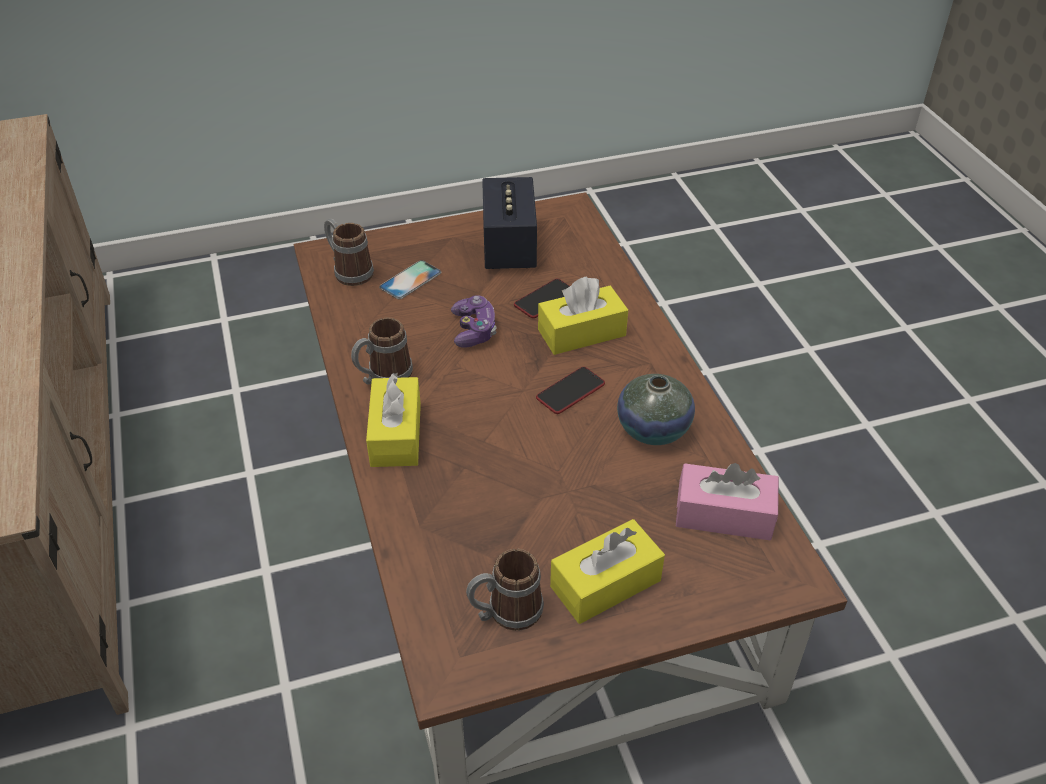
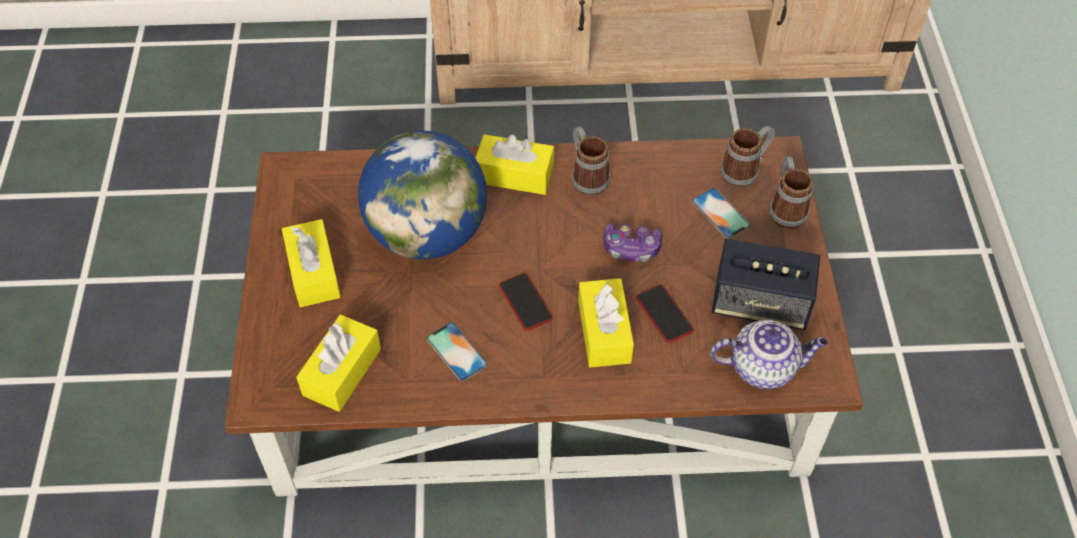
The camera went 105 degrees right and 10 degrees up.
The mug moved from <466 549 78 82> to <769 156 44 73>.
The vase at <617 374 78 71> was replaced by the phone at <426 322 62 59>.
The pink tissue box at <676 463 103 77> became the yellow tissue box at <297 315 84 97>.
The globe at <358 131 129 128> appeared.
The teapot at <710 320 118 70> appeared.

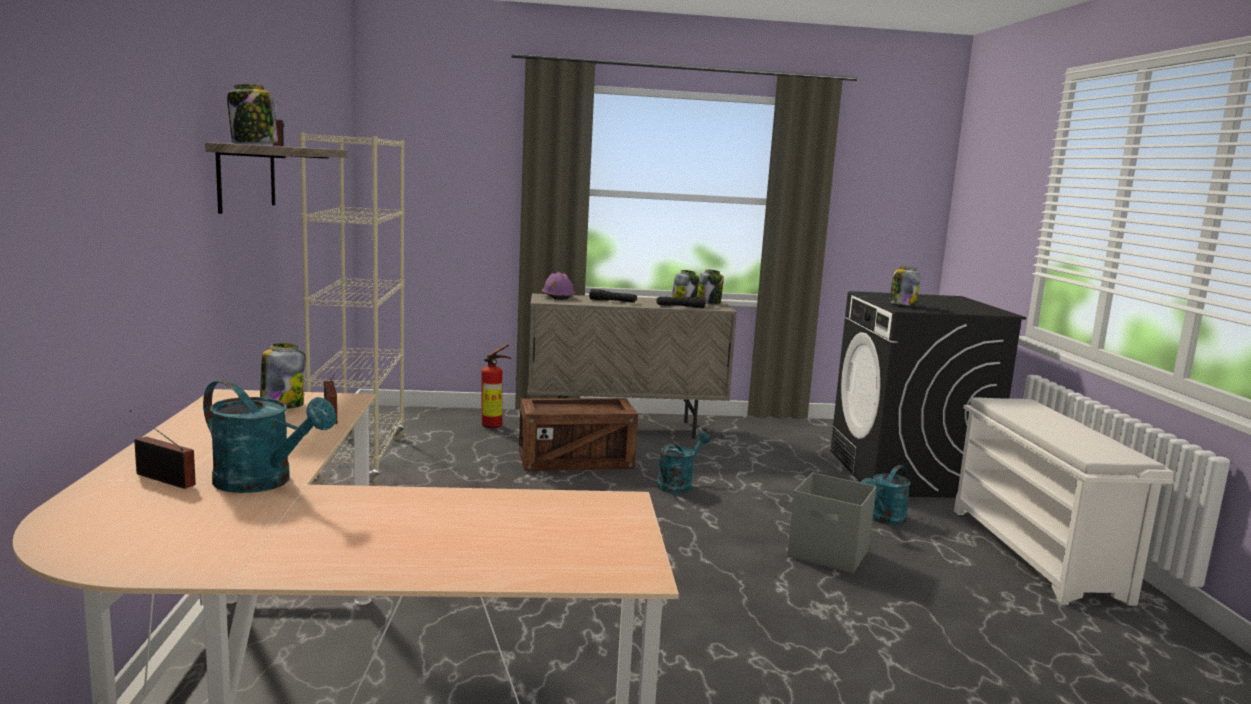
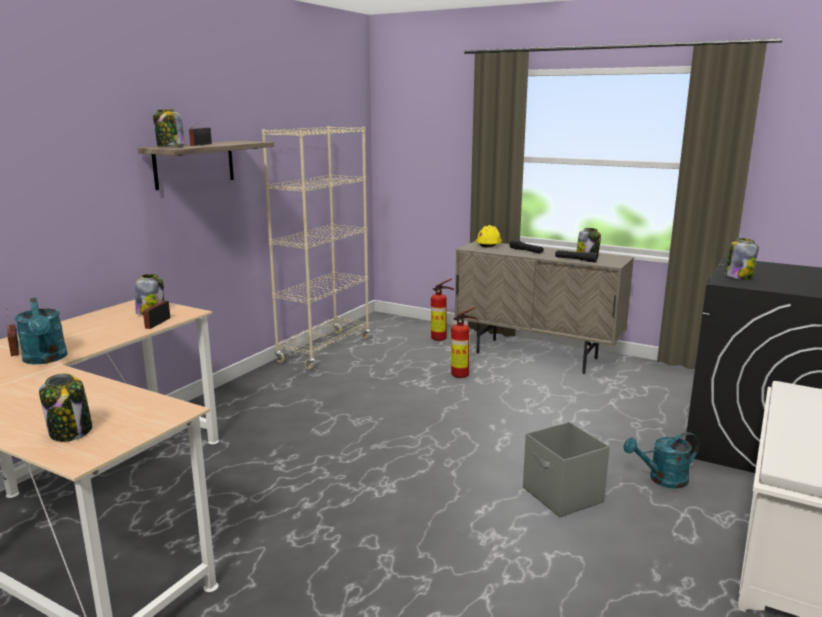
The camera went 35 degrees right and 5 degrees up.
The crate at <519 398 119 73> was replaced by the fire extinguisher at <451 307 27 71>.
The purple hard hat at <542 272 34 28> became the yellow hard hat at <476 225 26 23>.
The turquoise watering can at <657 431 53 62> disappeared.
The jar moved from <697 270 27 34> to <39 373 53 69>.

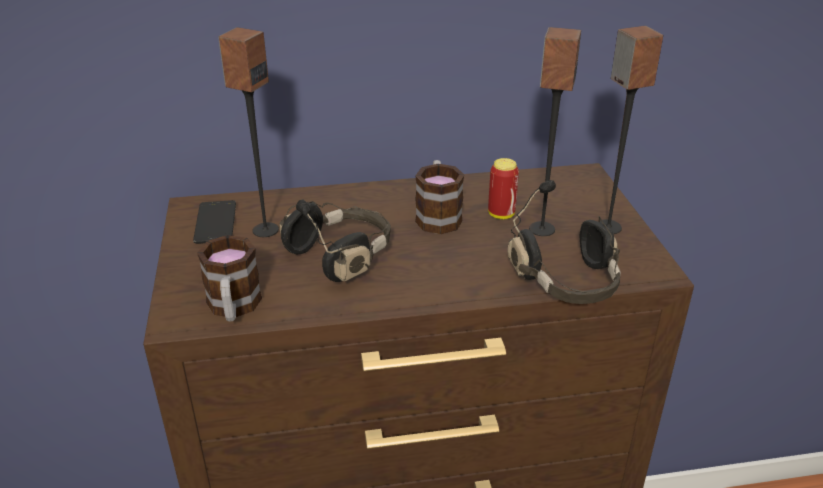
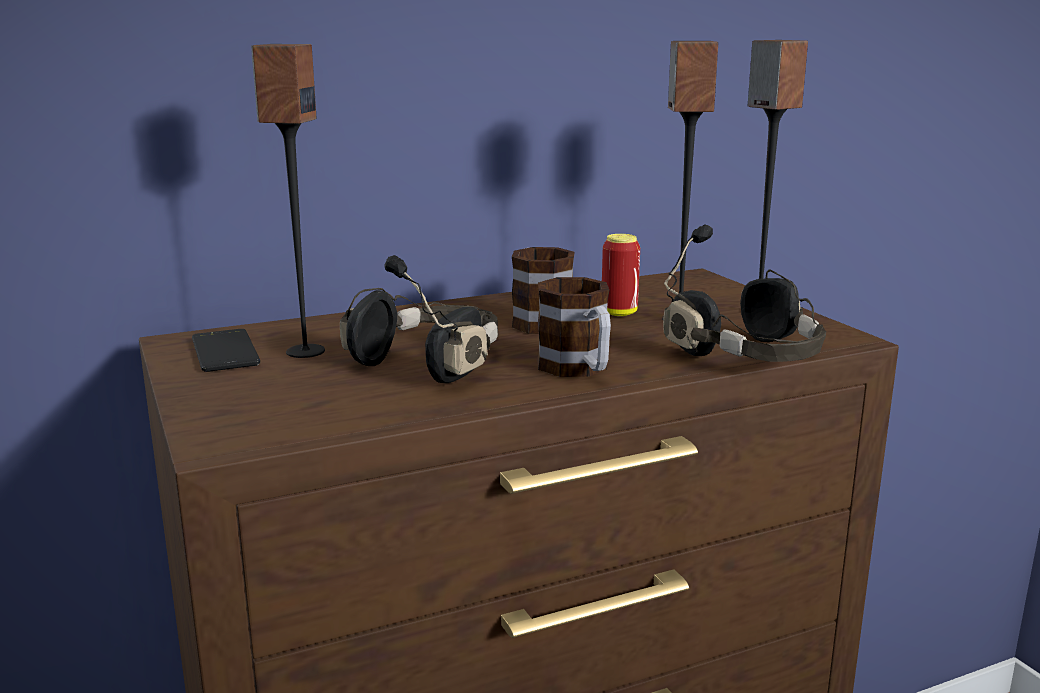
The camera went 15 degrees left and 15 degrees down.
The mug moved from <197 235 65 87> to <537 277 74 100>.

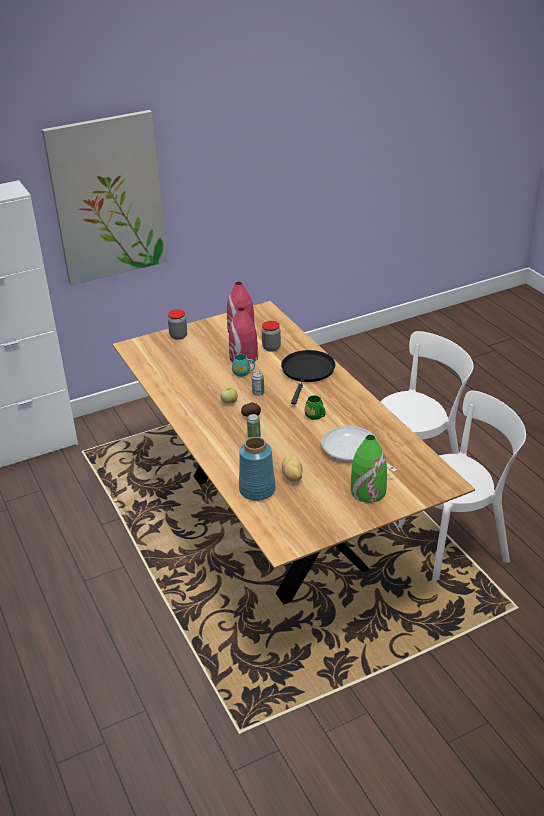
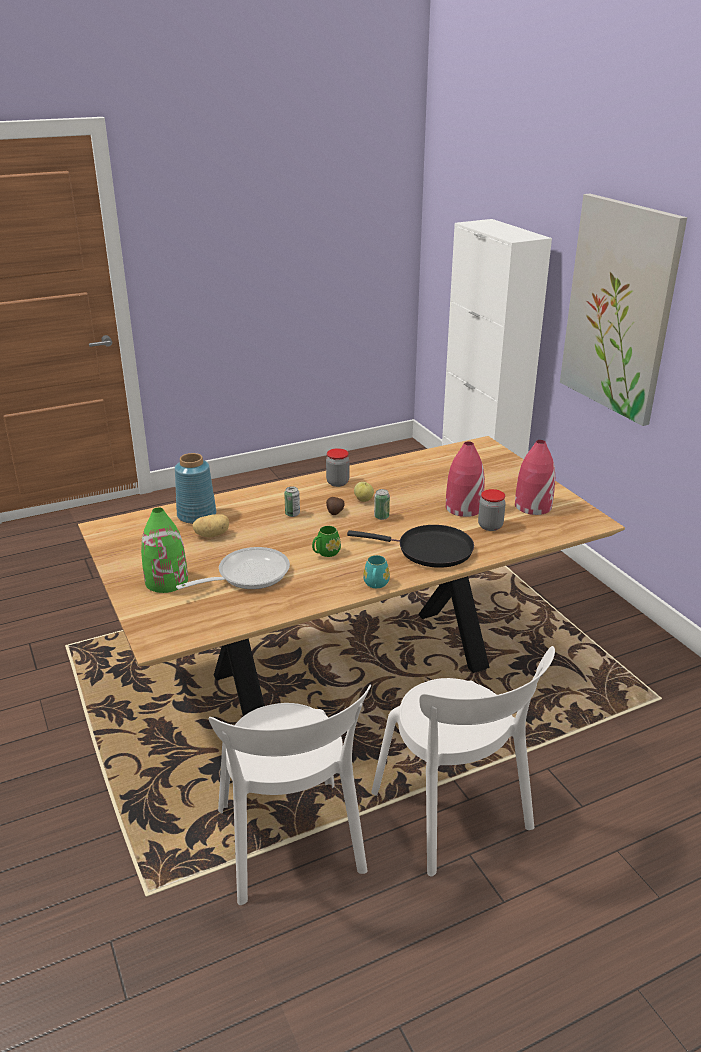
The camera went 90 degrees right and 5 degrees down.
The jar moved from <168 310 19 30> to <326 448 23 39>.
The turquoise mug moved from <232 354 23 23> to <363 555 27 33>.

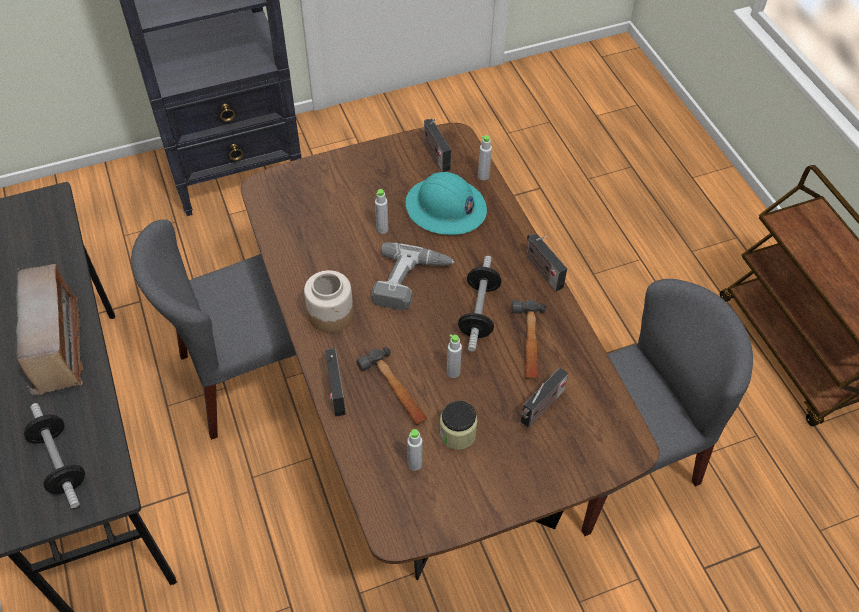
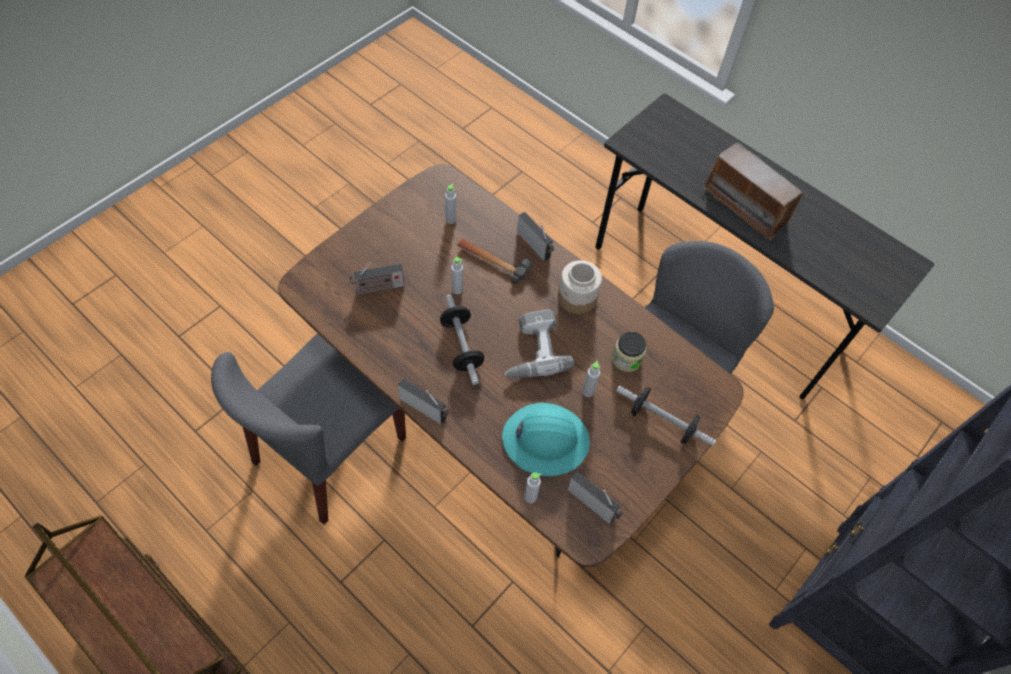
The camera went 150 degrees right and 5 degrees up.
The dumbbell moved from <24 403 61 105> to <616 385 100 61>.
The jar moved from <439 401 38 49> to <612 331 34 41>.
The hammer at <512 300 34 80> disappeared.
The radio at <521 368 47 60> turned 120 degrees counterclockwise.

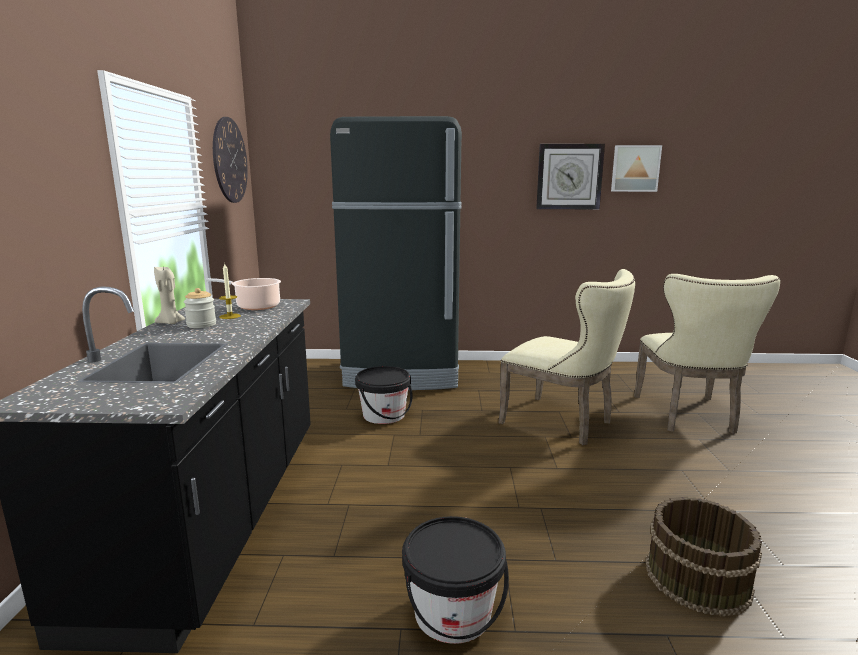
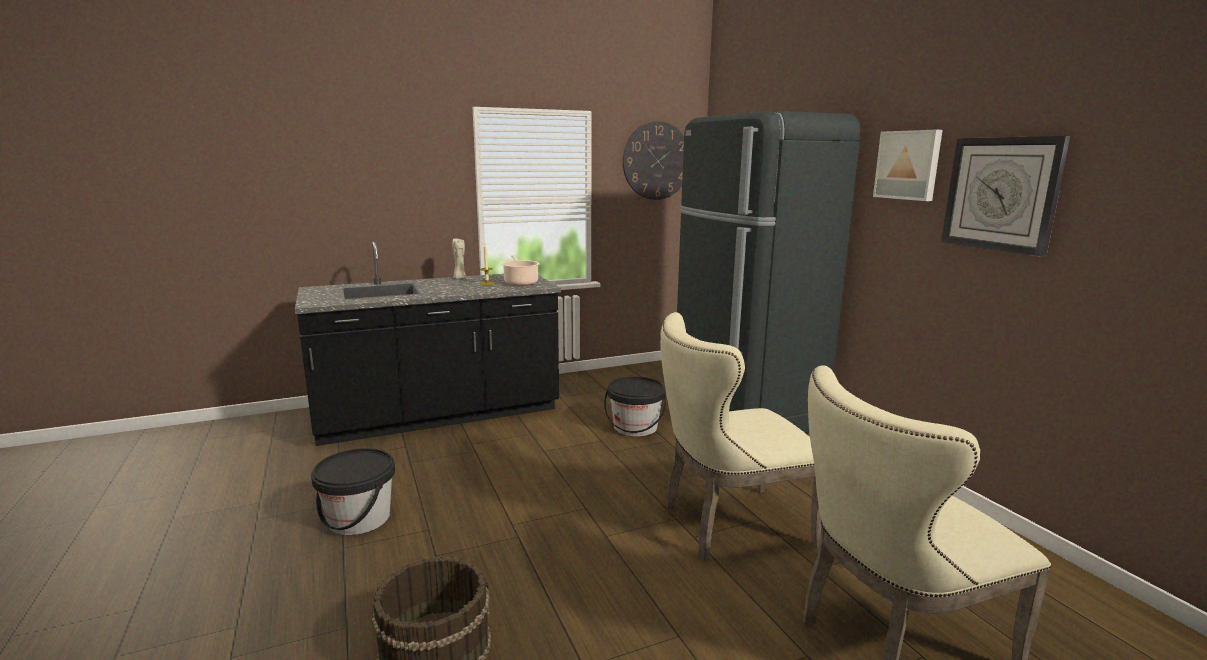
The camera went 65 degrees right and 0 degrees up.
The jar at <184 288 32 40> disappeared.
The beige chair at <498 269 137 176> turned 60 degrees clockwise.
The picture moved from <611 145 51 47> to <873 130 69 71>.

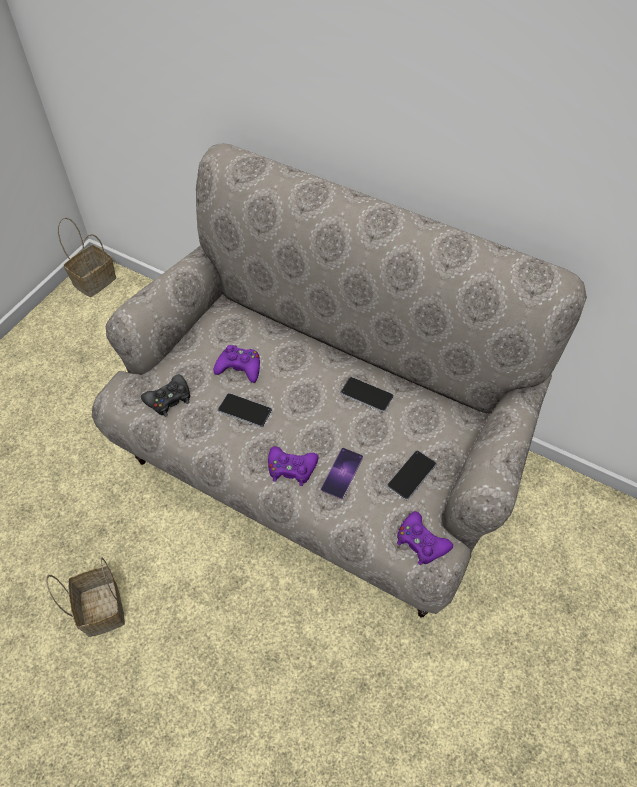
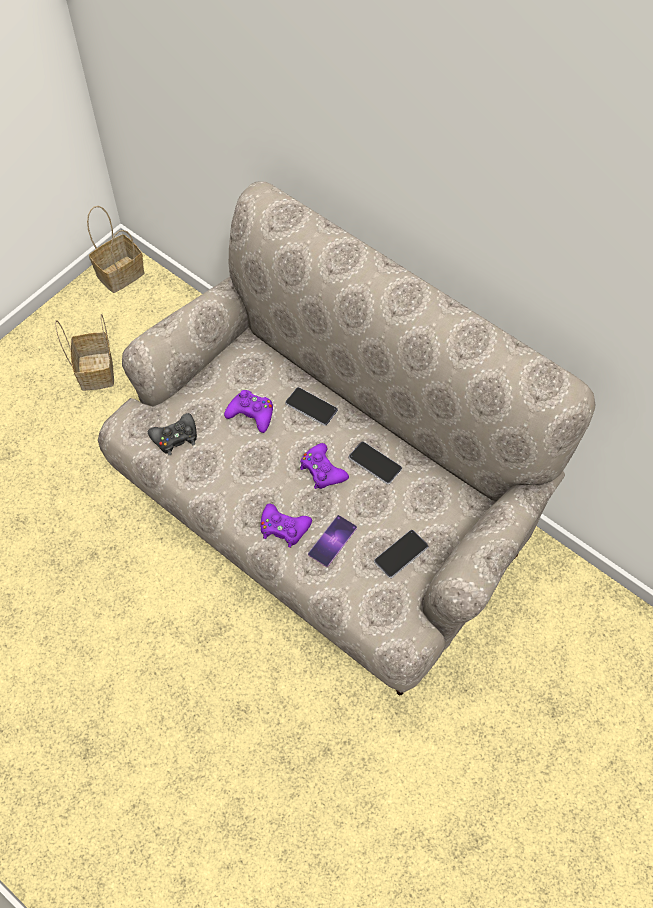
The camera went 10 degrees right and 5 degrees up.
The basket moved from <46 557 79 80> to <55 314 59 77>.
The phone moved from <218 393 54 34> to <285 387 53 39>.
The purple game controller moved from <397 511 56 54> to <300 443 49 46>.

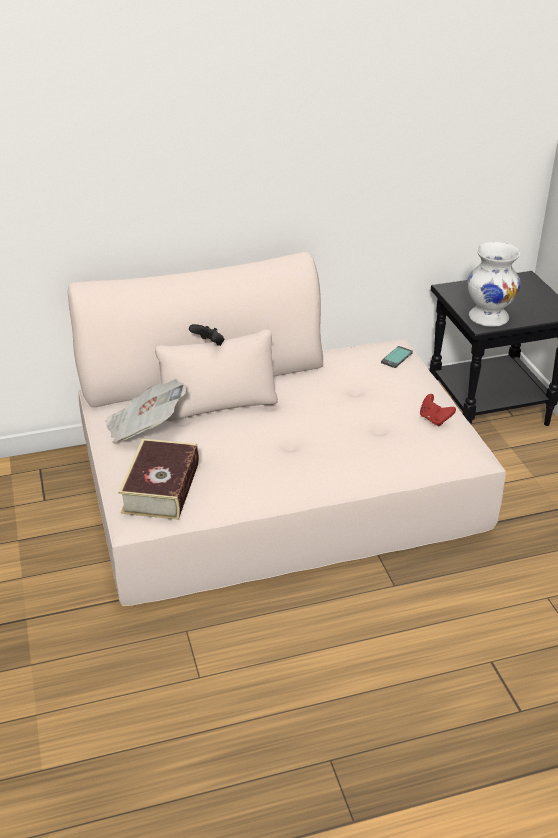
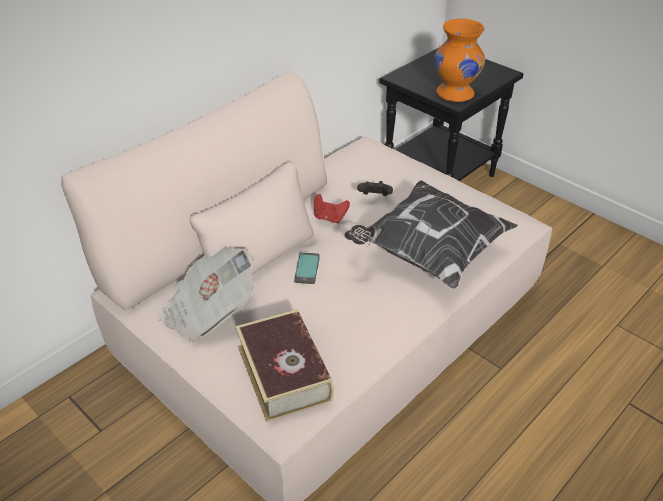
The camera went 30 degrees left and 5 degrees up.
The black game controller moved from <189 324 35 22> to <357 181 36 15>.
The phone moved from <381 346 32 22> to <294 252 26 32>.
The red game controller moved from <420 394 36 32> to <314 194 36 29>.
The white vase at <467 242 54 85> became the orange vase at <434 19 51 83>.
The pillow at <344 180 173 108> appeared.

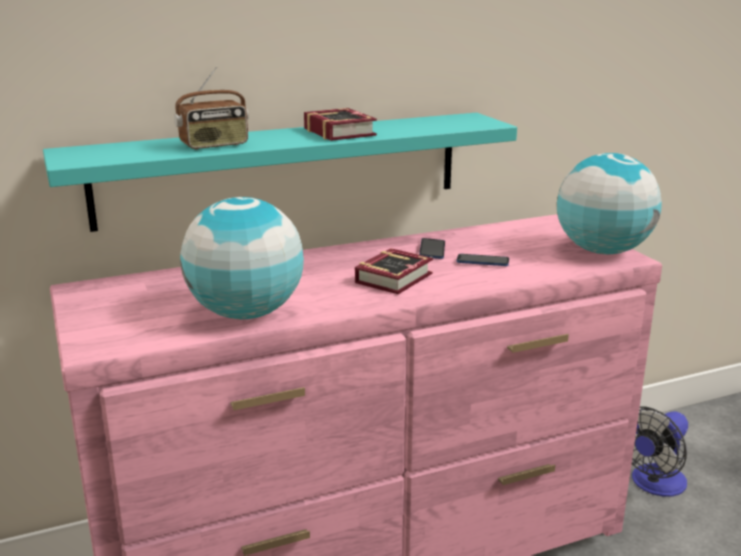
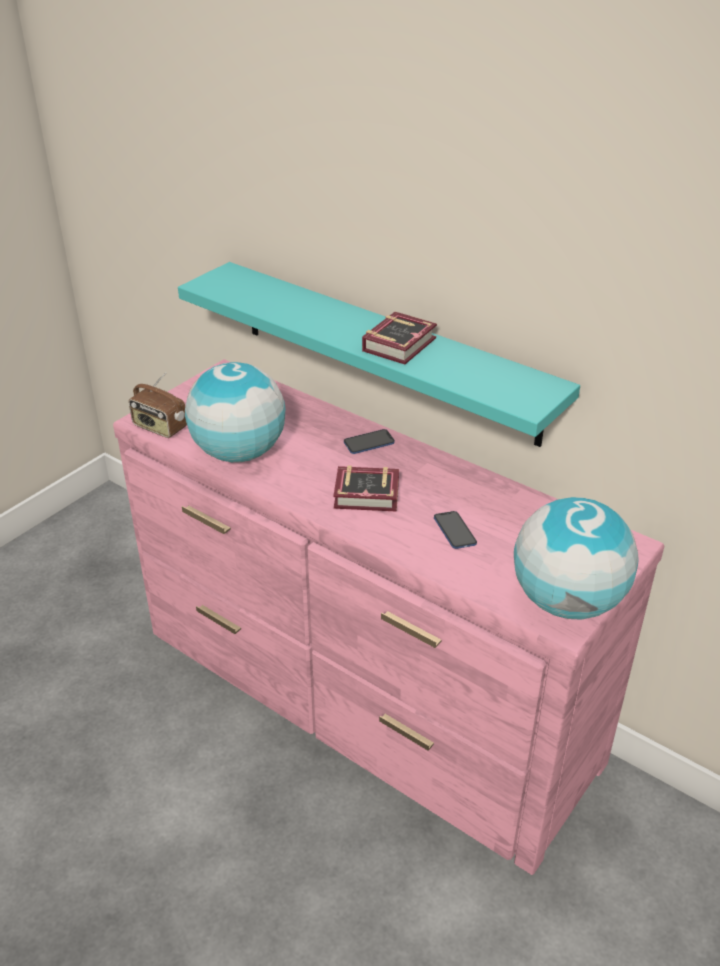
The camera went 60 degrees right and 15 degrees up.
The radio moved from <174 67 75 83> to <129 372 58 66>.
The phone moved from <419 238 26 21> to <344 429 51 25>.
The fan at <632 406 56 90> disappeared.

